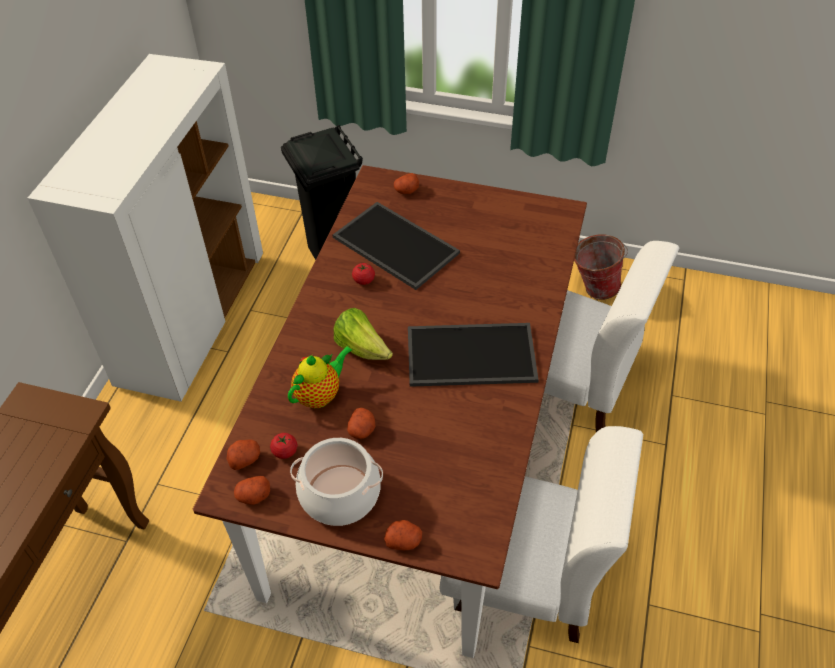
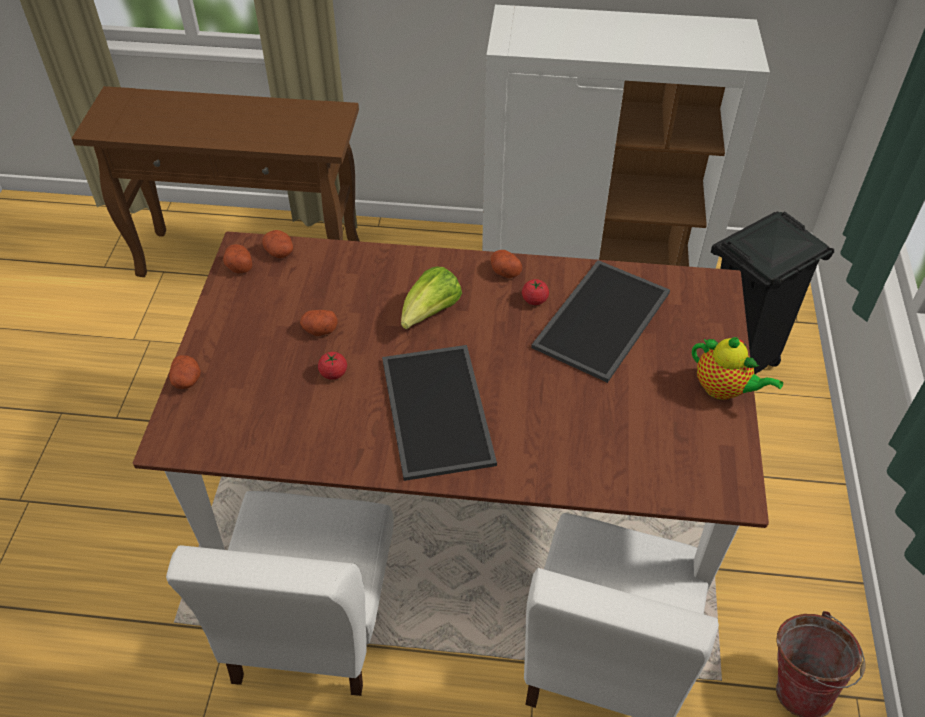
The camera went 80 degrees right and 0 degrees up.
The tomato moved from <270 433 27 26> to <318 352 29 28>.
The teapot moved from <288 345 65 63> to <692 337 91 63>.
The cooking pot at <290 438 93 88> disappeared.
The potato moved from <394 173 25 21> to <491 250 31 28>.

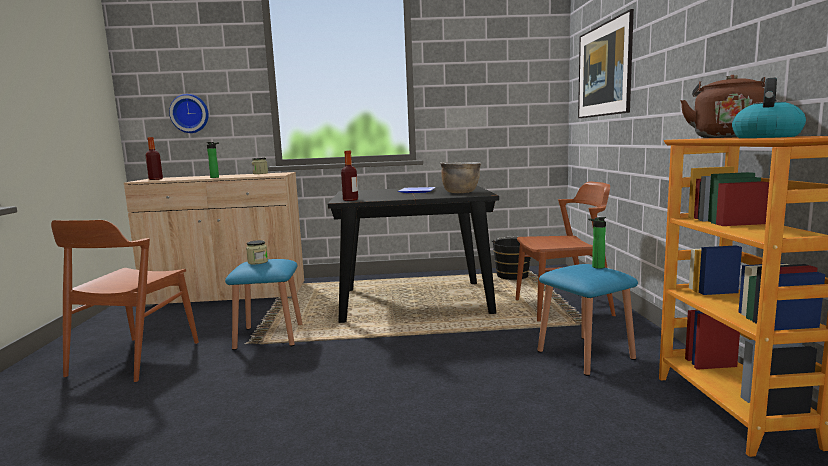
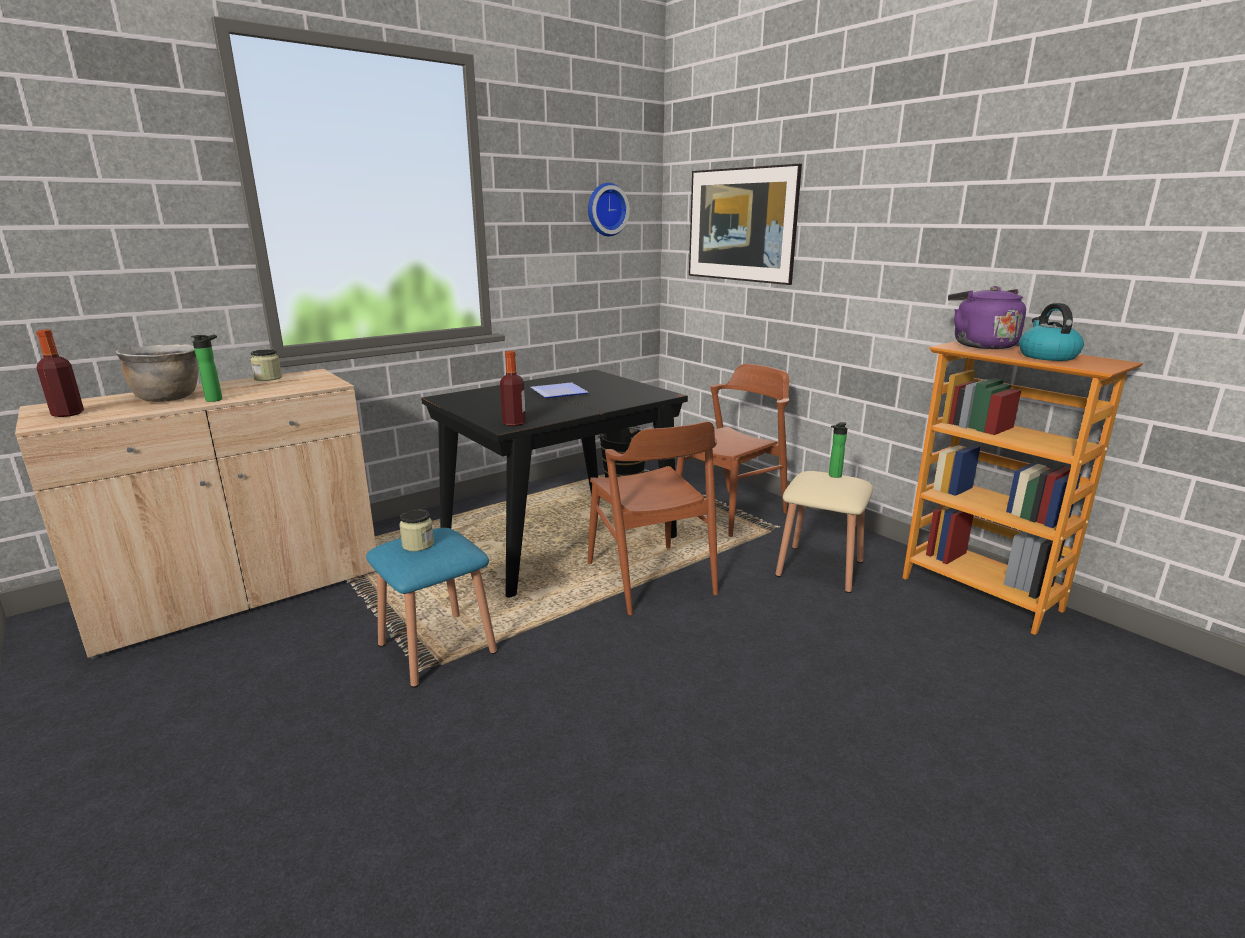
The camera went 35 degrees left and 10 degrees up.
The brown chair moved from <51 220 148 162> to <588 422 130 193>.
The wall clock moved from <169 94 40 39> to <588 183 42 53>.
The brown cooking pot moved from <440 162 41 31> to <116 344 83 58>.
The blue stool at <538 264 100 112> became the beige stool at <775 471 98 122>.
The brown kettle at <680 75 85 63> became the purple kettle at <948 286 78 63>.

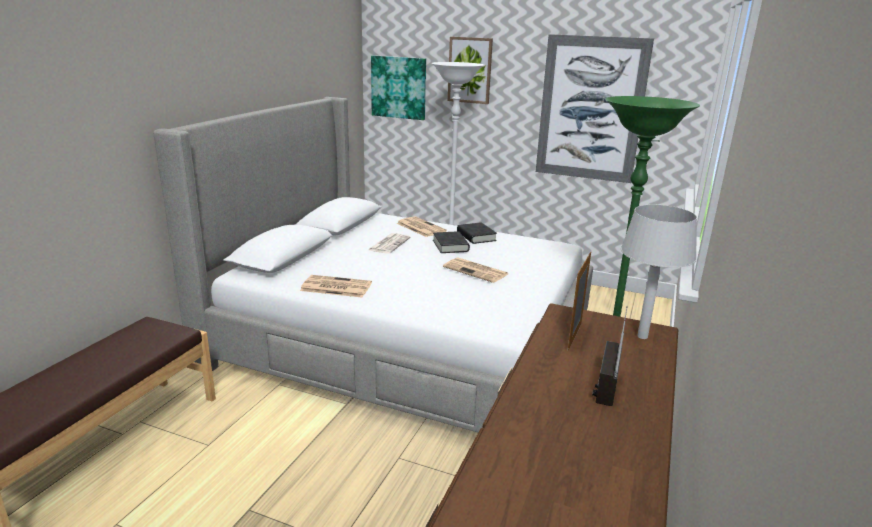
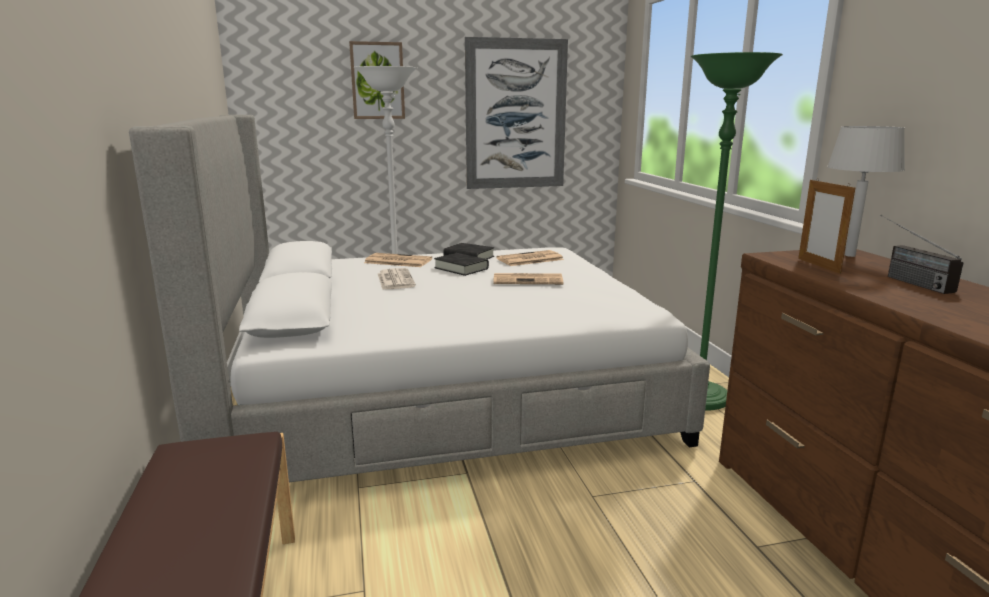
The camera went 35 degrees left and 5 degrees down.
The newspaper moved from <300 275 72 23> to <496 250 68 16>.
The picture at <371 55 55 65> disappeared.

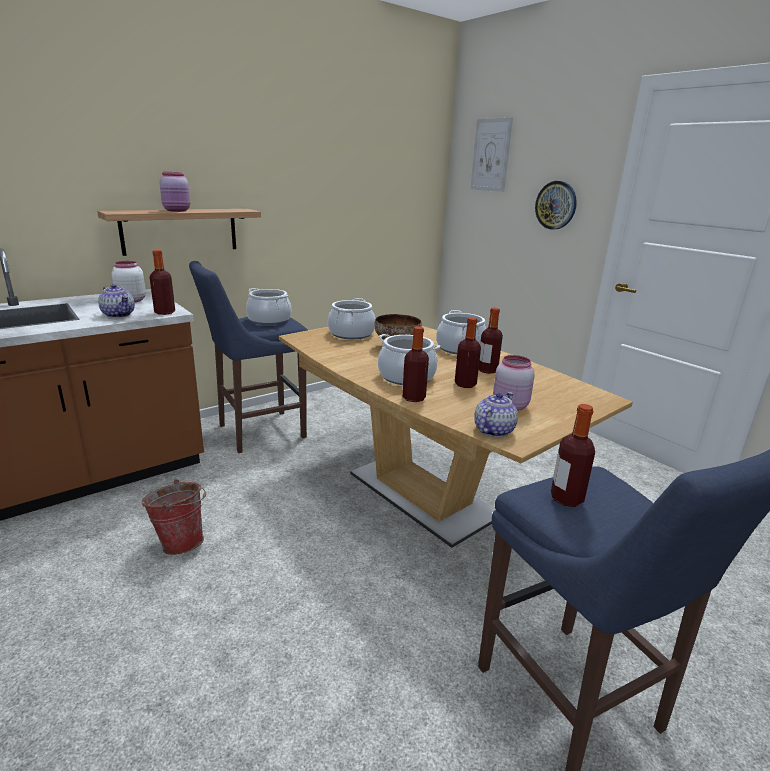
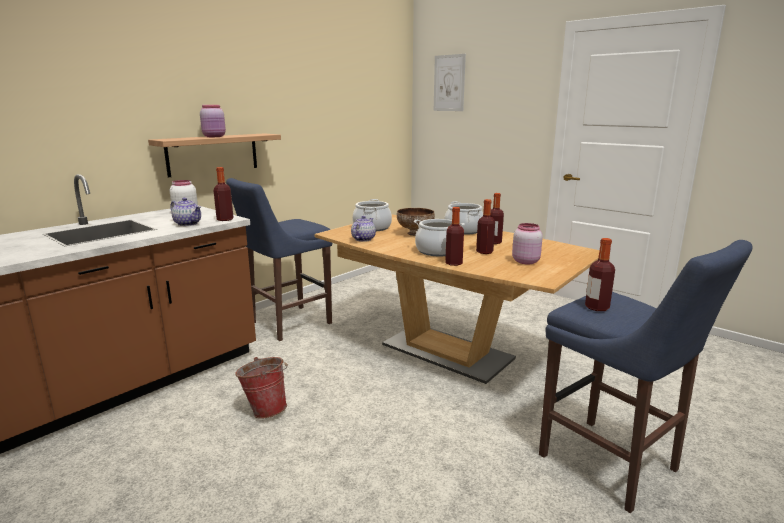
The camera went 10 degrees left and 5 degrees down.
The cooking pot at <246 288 45 37> disappeared.
The teapot moved from <474 392 44 45> to <351 216 25 26>.
The wall clock at <535 181 42 49> disappeared.

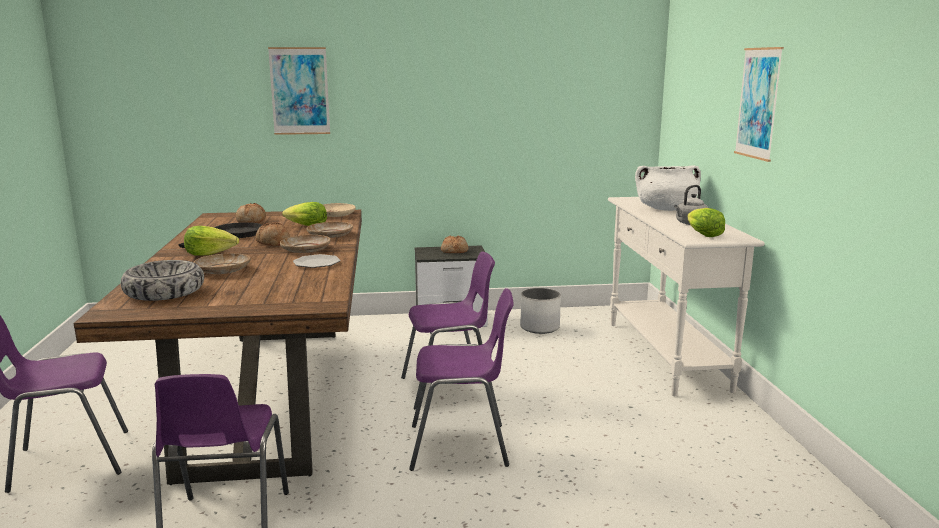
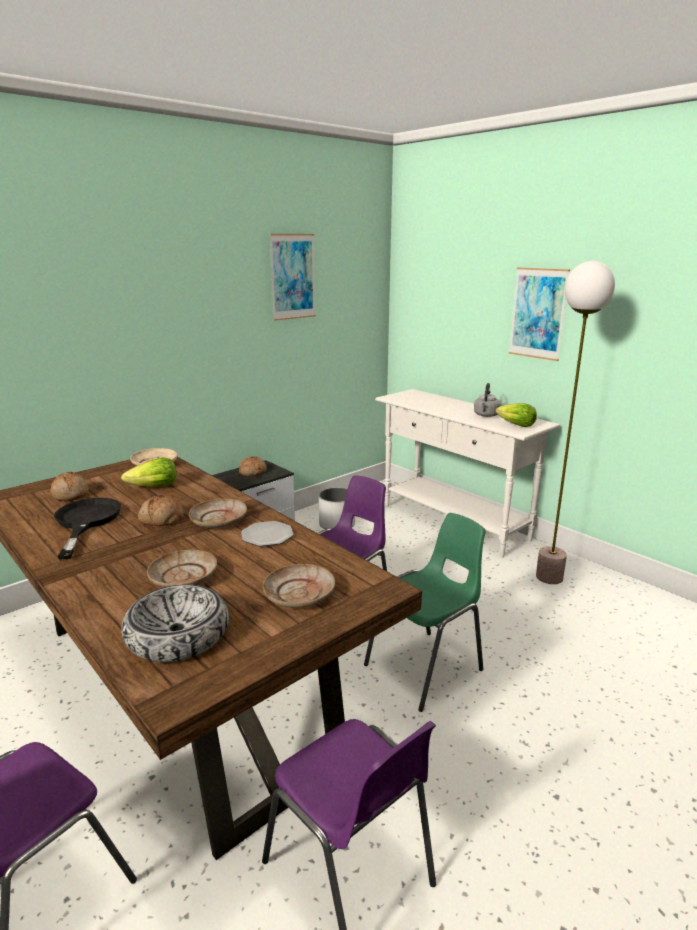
The camera went 35 degrees left and 5 degrees up.
The lettuce at <184 226 55 30> disappeared.
The picture moved from <268 47 62 88> to <269 234 47 87>.
The beige plate moved from <307 222 46 16> to <263 564 72 44>.
The purple chair at <409 288 105 183> became the green chair at <364 513 122 199>.
The white cooking pot at <635 166 66 45> disappeared.
The floor lamp at <536 261 79 323> appeared.

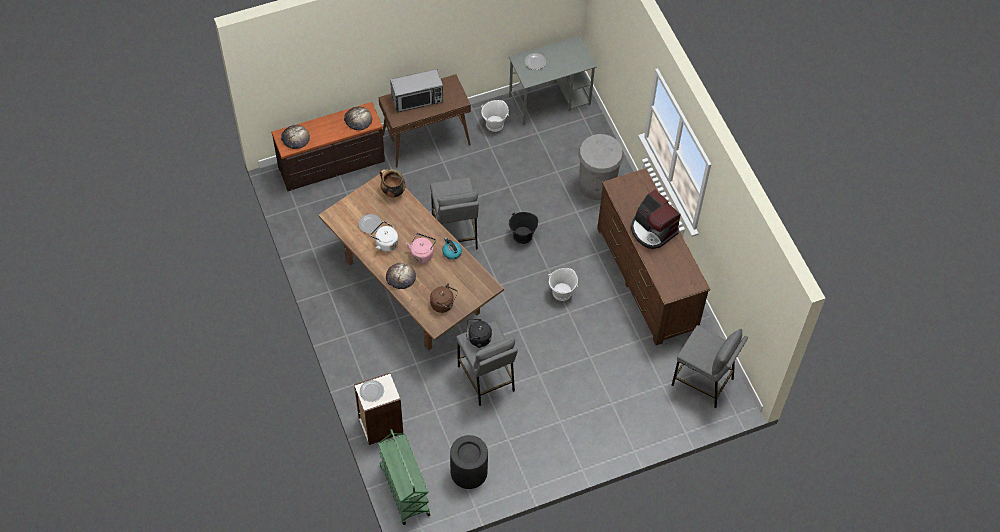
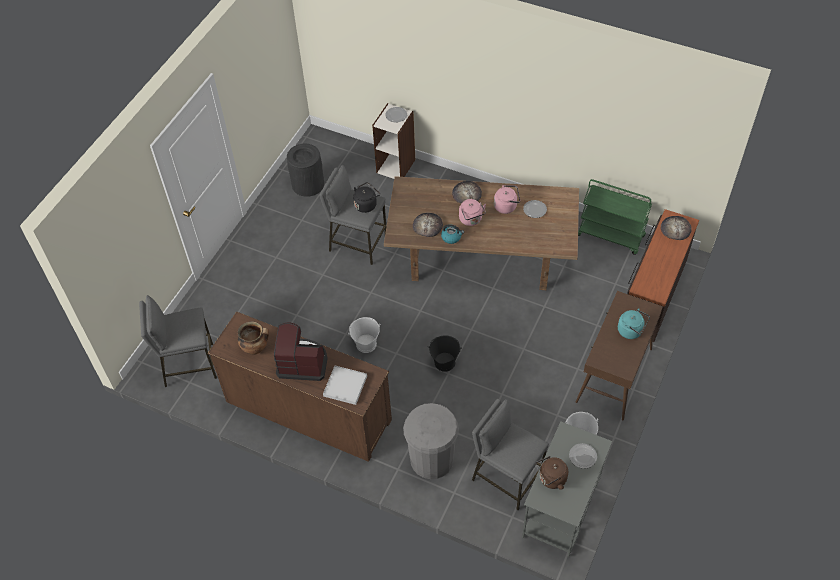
The camera went 140 degrees right and 5 degrees down.
The bread moved from <344 107 28 23> to <413 213 30 24>.
The white kettle at <370 221 28 31> became the pink kettle at <494 185 26 29>.
The green cart moved from <378 429 52 96> to <578 179 74 76>.
The cooking pot moved from <380 169 26 29> to <238 321 31 34>.
The microwave at <390 69 53 43> was replaced by the turquoise kettle at <618 308 32 31>.
The grey stool moved from <430 177 49 73> to <472 399 77 111>.
The brown kettle moved from <430 284 28 29> to <536 456 32 34>.
The white tray at <323 366 44 39> appeared.

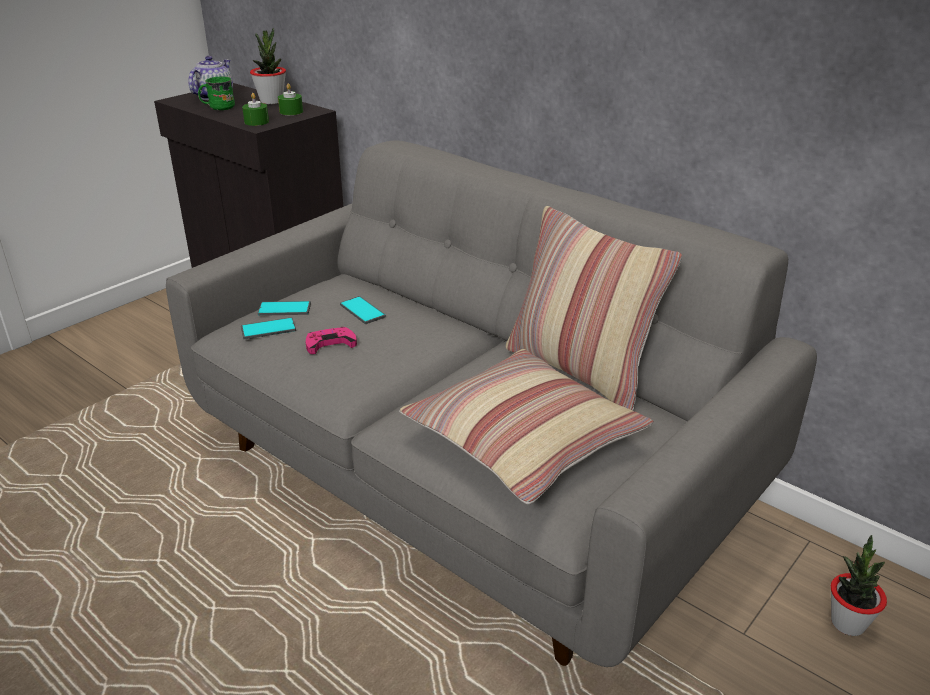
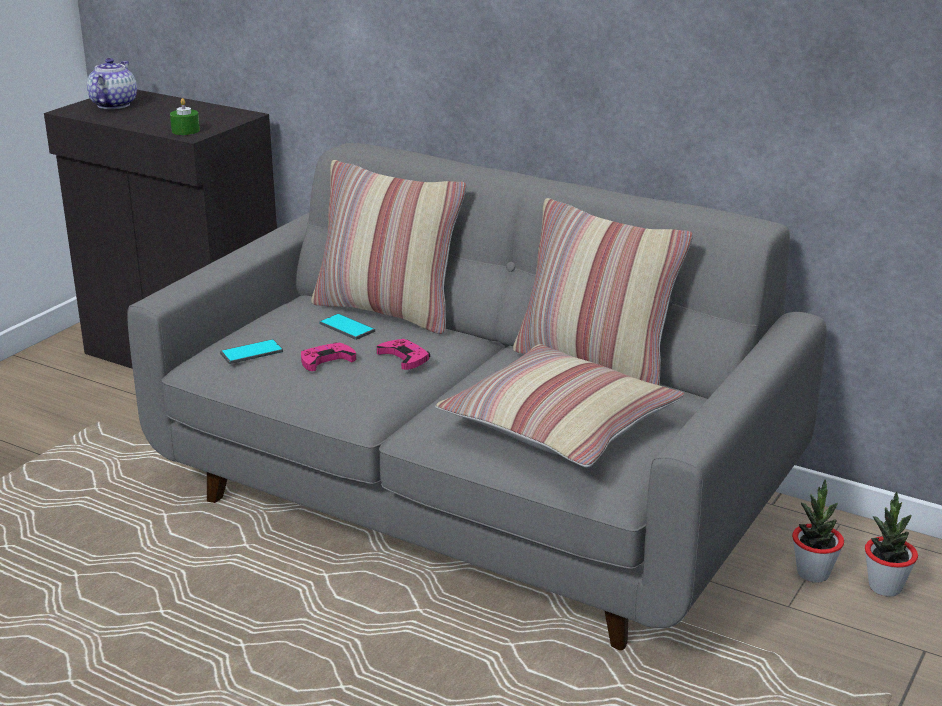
The camera went 10 degrees left and 5 degrees down.
The green mug at <198 77 37 34> disappeared.
The potted plant moved from <250 28 36 76> to <792 479 52 104>.
The phone at <258 301 53 15> disappeared.
The green candle at <278 84 25 31> disappeared.
The pillow at <311 160 155 174> appeared.
The pink game controller at <377 339 53 31> appeared.

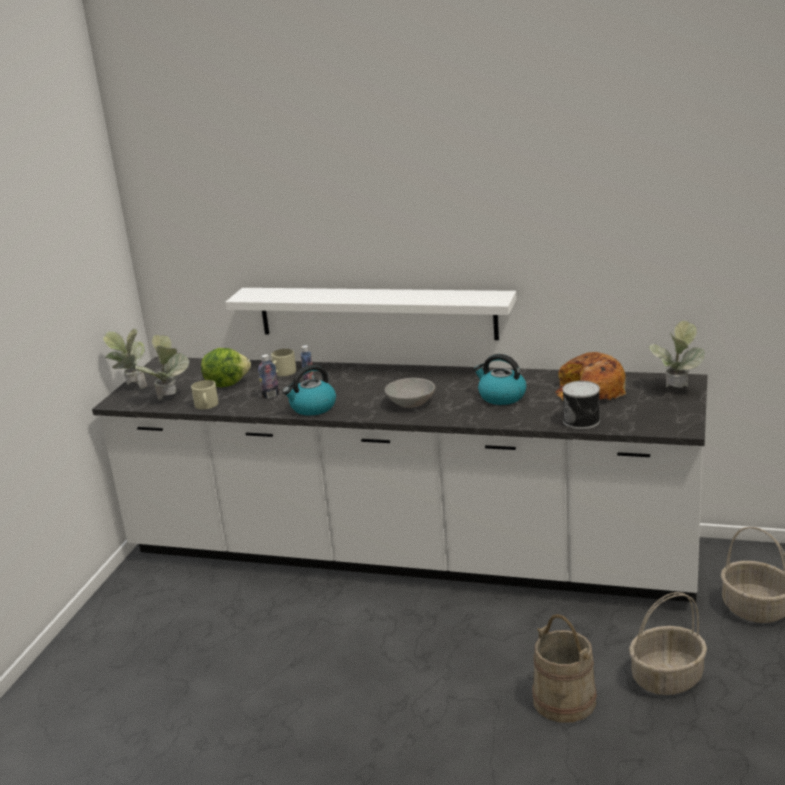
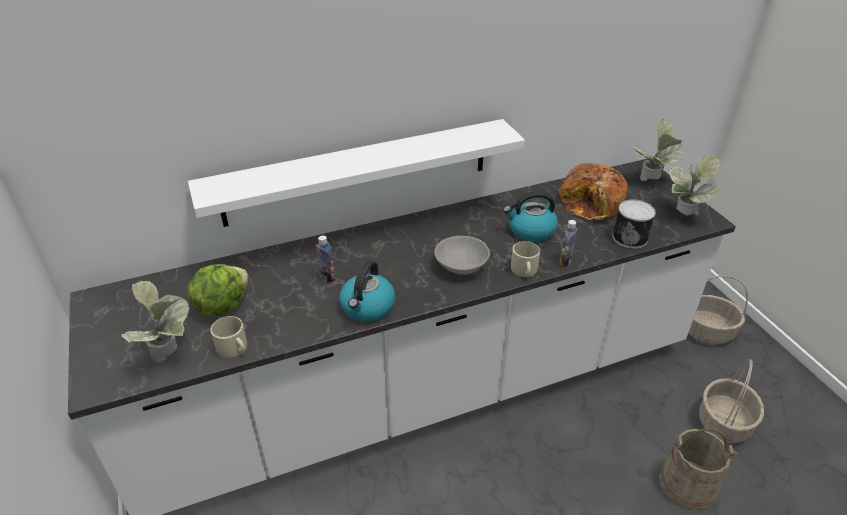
The camera went 40 degrees left and 15 degrees up.
The potted plant moved from <103 329 44 60> to <670 154 50 62>.
The bottle moved from <258 354 21 45> to <559 220 18 47>.
The beige mug moved from <271 349 25 27> to <511 241 29 36>.

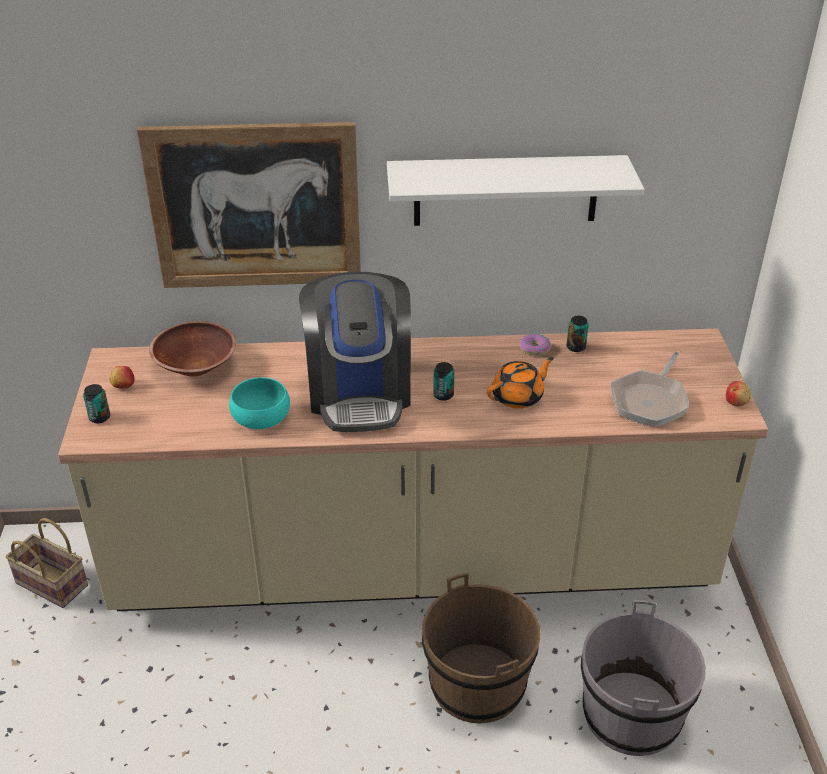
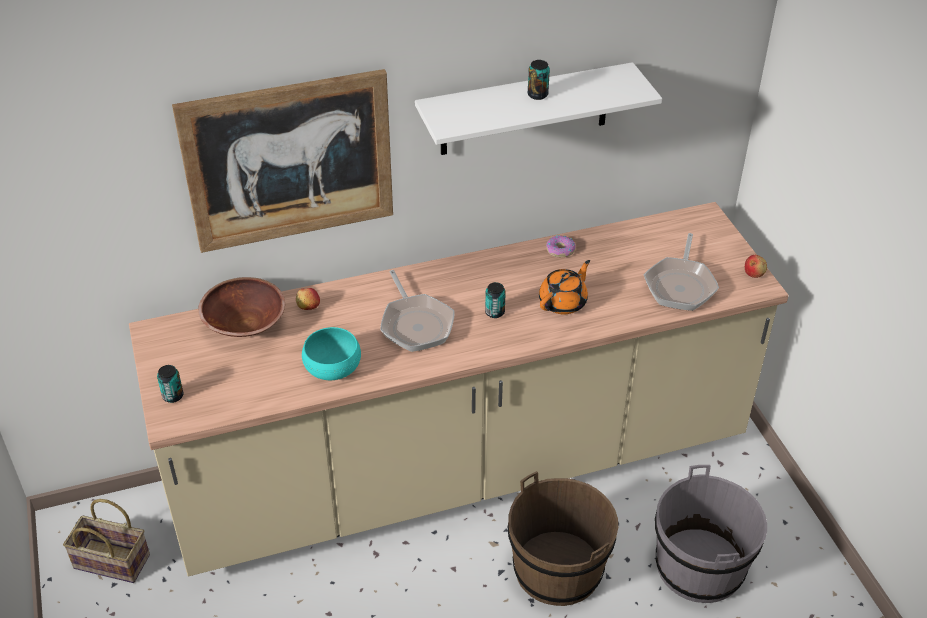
The camera went 15 degrees left and 5 degrees up.
The apple moved from <110 366 24 23> to <296 288 24 22>.
The coffee machine at <299 272 112 160> was replaced by the frying pan at <380 270 75 82>.
The can moved from <566 316 23 36> to <528 60 22 40>.

